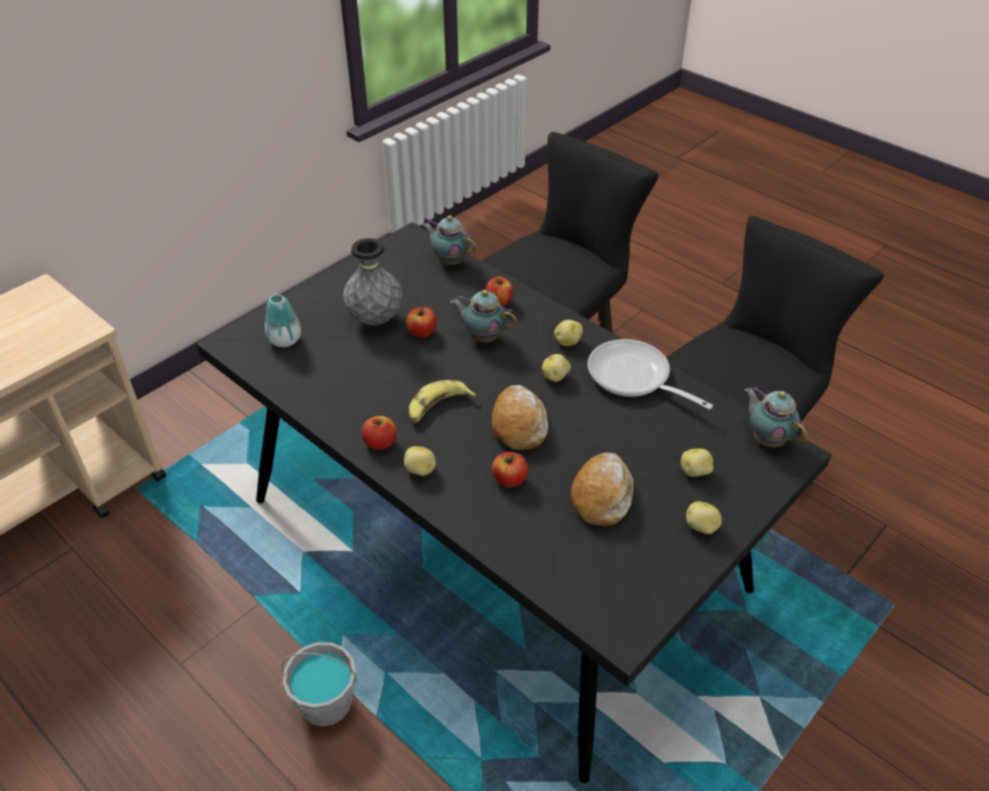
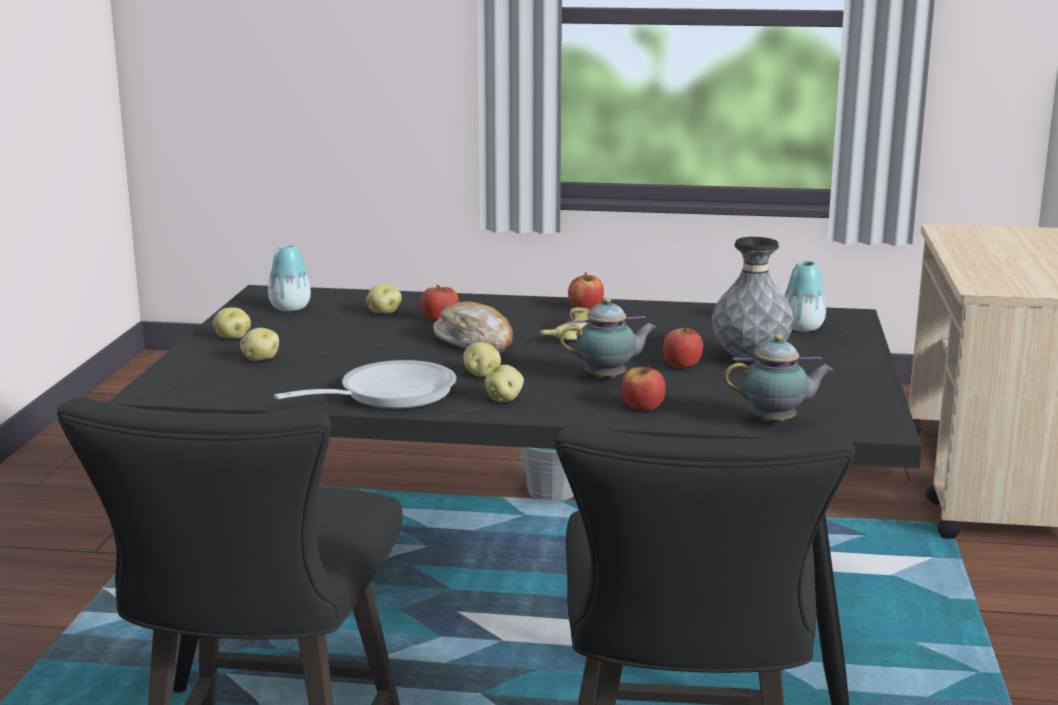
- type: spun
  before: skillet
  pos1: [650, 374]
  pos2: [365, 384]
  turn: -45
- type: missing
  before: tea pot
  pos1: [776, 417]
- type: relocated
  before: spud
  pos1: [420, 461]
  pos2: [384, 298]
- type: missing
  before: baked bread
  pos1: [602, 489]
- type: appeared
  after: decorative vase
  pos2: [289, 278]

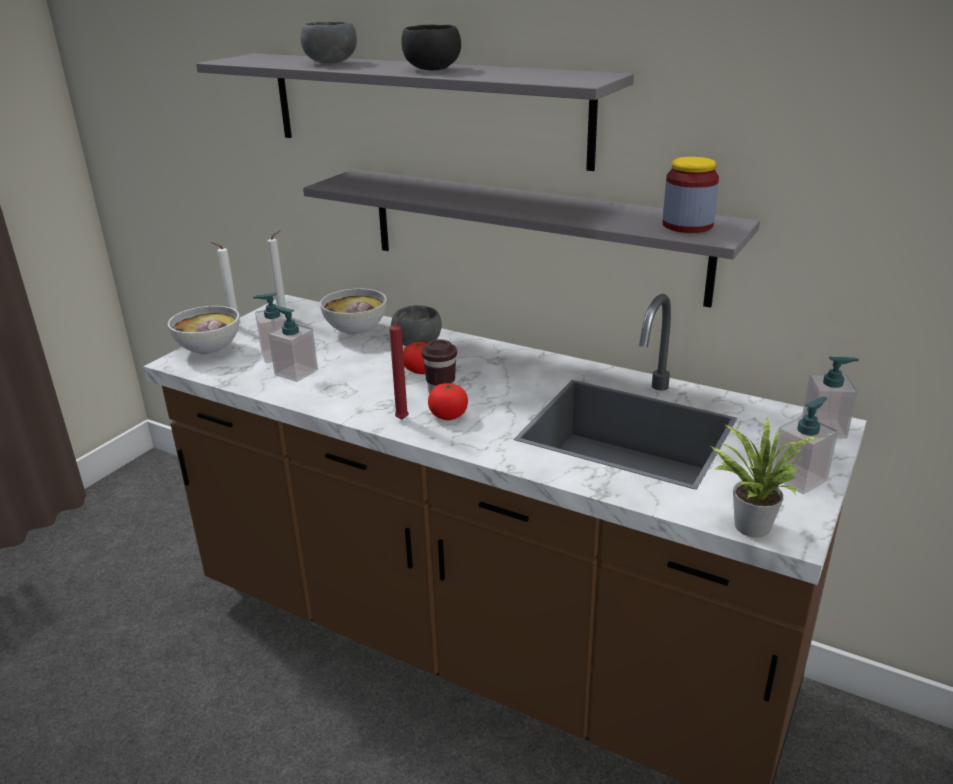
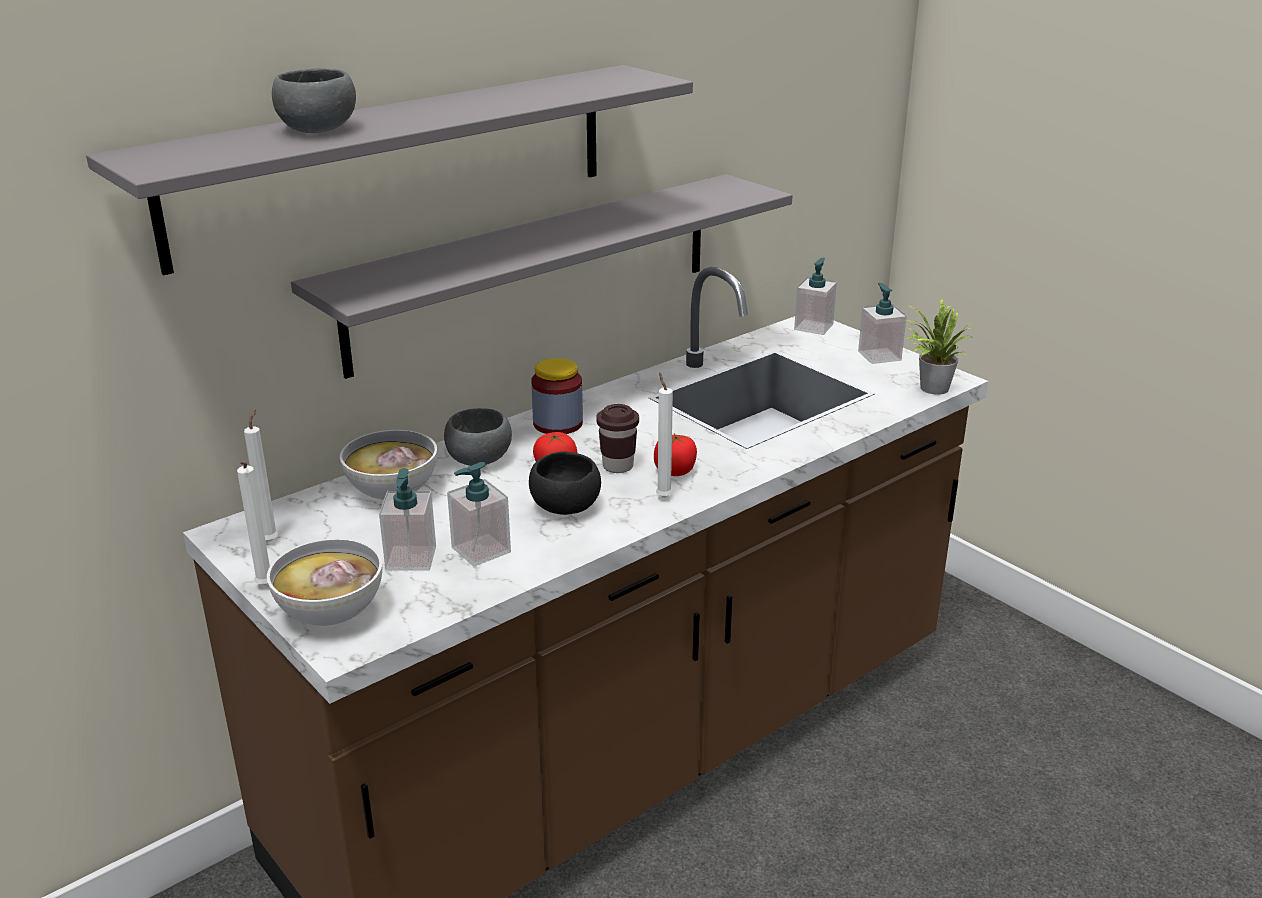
- type: relocated
  before: black-coloured serving bowl
  pos1: [431, 47]
  pos2: [565, 483]
- type: relocated
  before: preserve jar
  pos1: [691, 195]
  pos2: [557, 396]
- type: colour
  before: red-coloured candle
  after: white candle
  pos1: [399, 366]
  pos2: [664, 435]

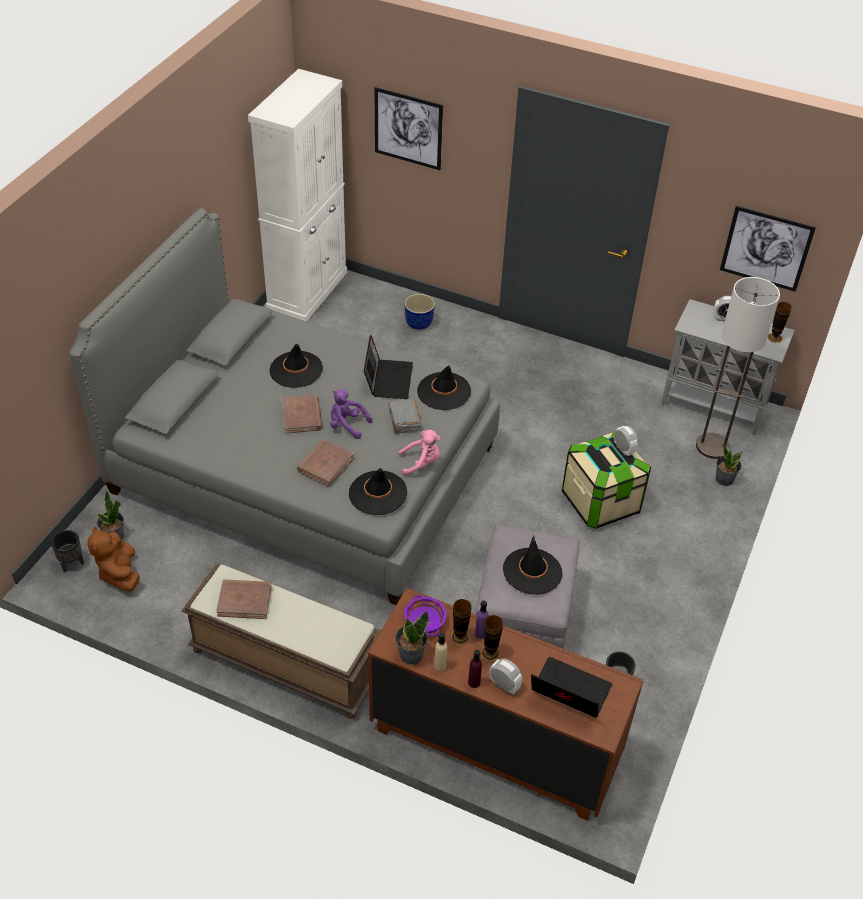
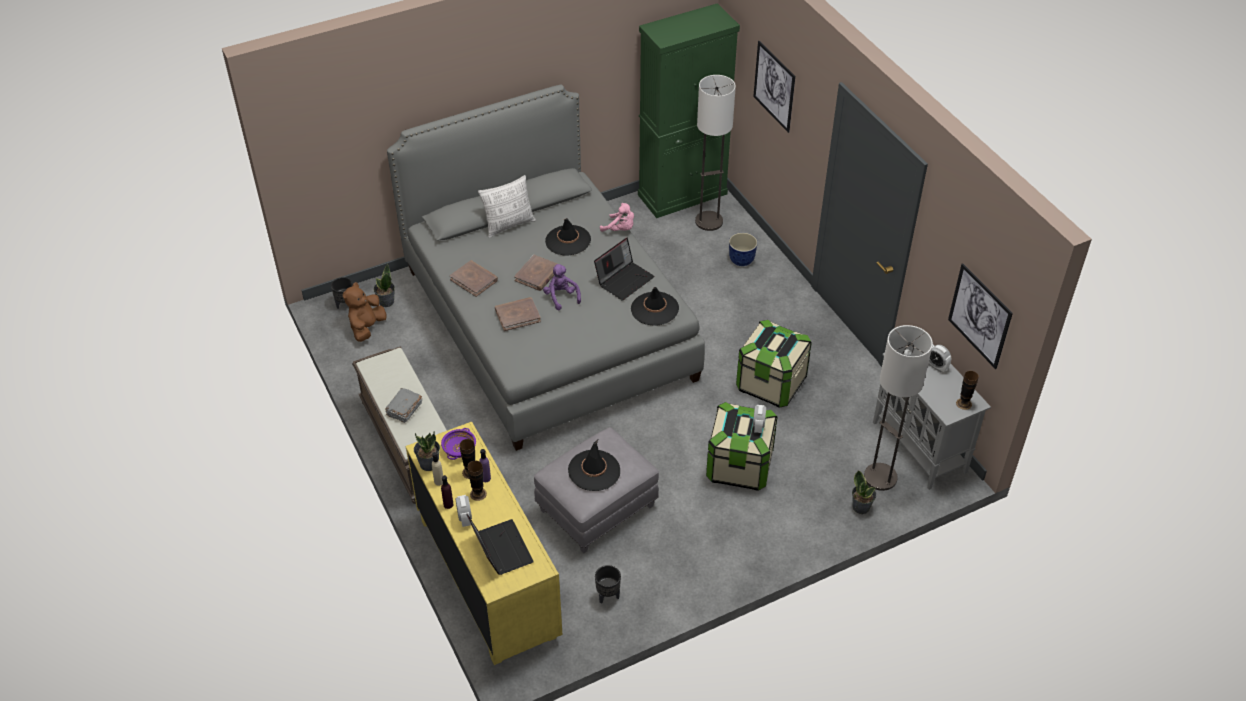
- type: colour
  before: white cupboard
  after: green-coloured cupboard
  pos1: [297, 195]
  pos2: [689, 110]
- type: relocated
  before: grey bound book
  pos1: [405, 416]
  pos2: [404, 405]
- type: relocated
  before: pinkish plush toy
  pos1: [419, 453]
  pos2: [617, 217]
- type: missing
  before: black-coloured wearable hat
  pos1: [378, 491]
- type: relocated
  before: brownish bound book
  pos1: [244, 599]
  pos2: [474, 278]
- type: colour
  before: brownish drawer chest
  after: yellowish drawer chest
  pos1: [506, 704]
  pos2: [484, 543]
- type: appeared
  after: standard lamp
  pos2: [715, 153]
- type: appeared
  after: cushion
  pos2: [507, 206]
- type: appeared
  after: storage container
  pos2: [774, 364]

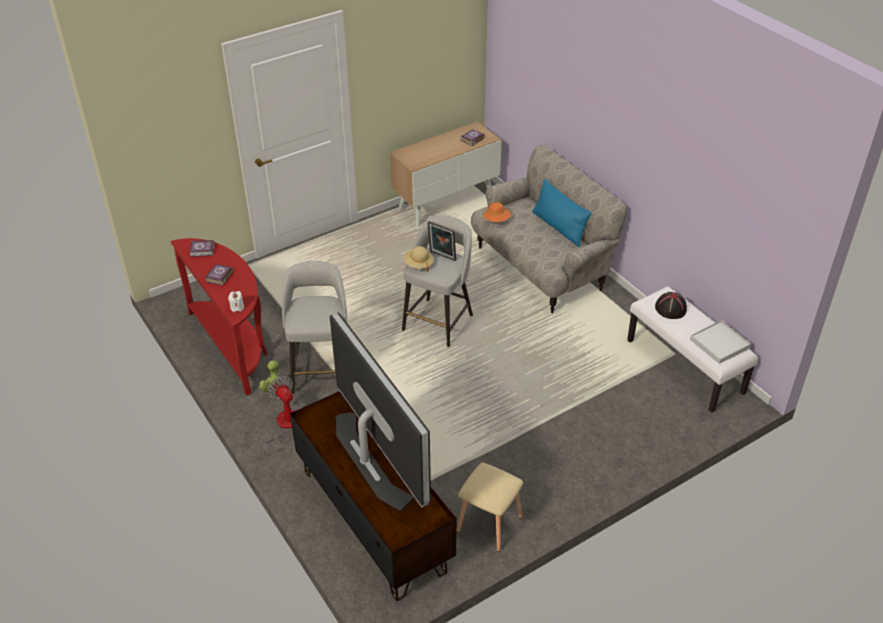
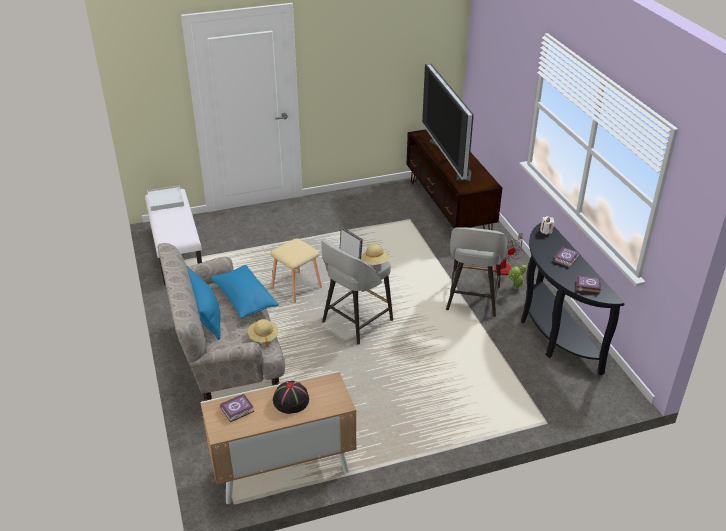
- type: colour
  before: orangey wearable hat
  after: beige-coloured wearable hat
  pos1: [497, 212]
  pos2: [263, 333]
- type: colour
  before: red-coloured narrow table
  after: black-coloured narrow table
  pos1: [219, 317]
  pos2: [573, 298]
- type: relocated
  before: black-coloured wearable hat
  pos1: [671, 305]
  pos2: [291, 397]
- type: relocated
  before: beige-coloured sitting stool
  pos1: [489, 507]
  pos2: [296, 270]
- type: appeared
  after: blue cushion
  pos2: [244, 292]

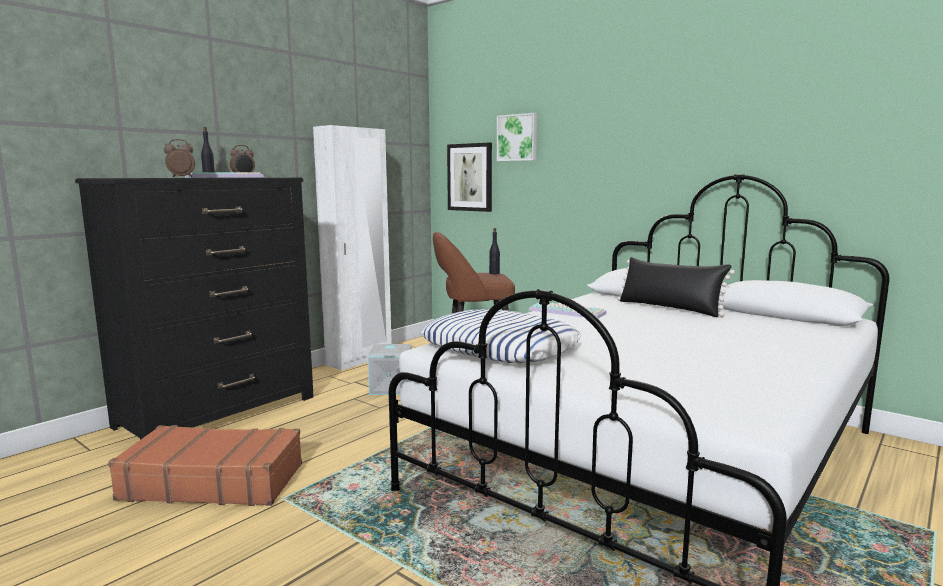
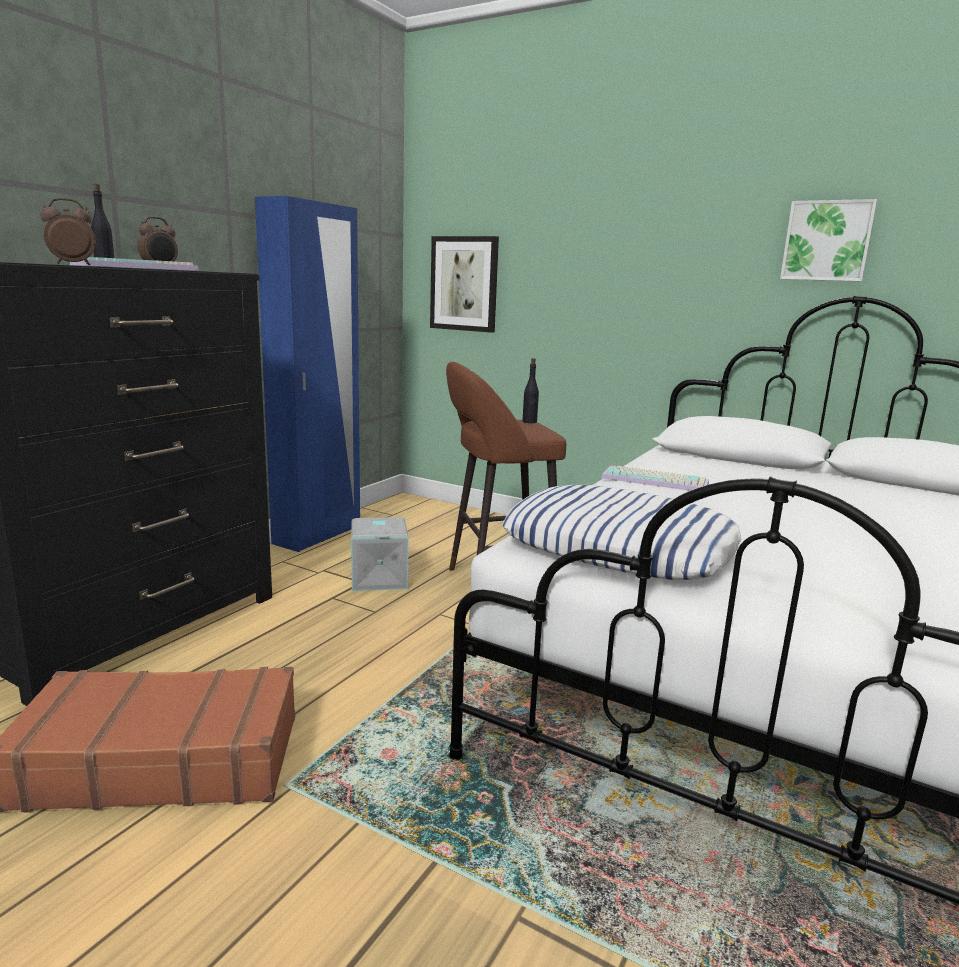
- type: relocated
  before: picture
  pos1: [517, 137]
  pos2: [828, 240]
- type: colour
  before: white wardrobe
  after: blue wardrobe
  pos1: [352, 247]
  pos2: [307, 374]
- type: missing
  before: black-coloured cushion
  pos1: [676, 287]

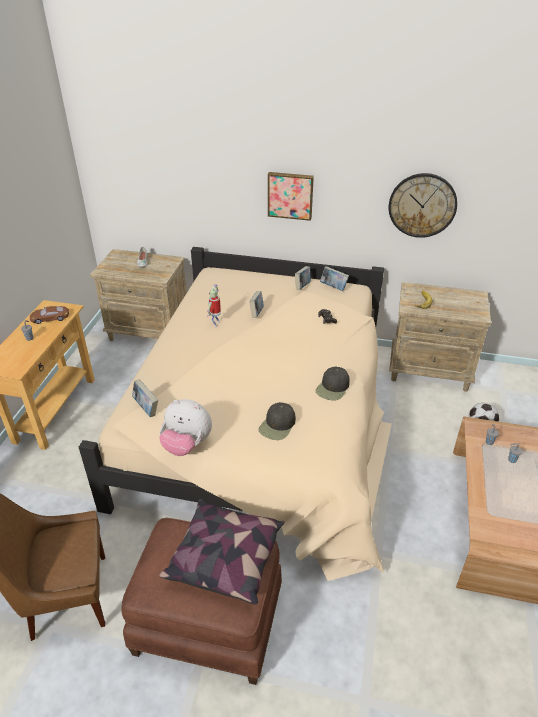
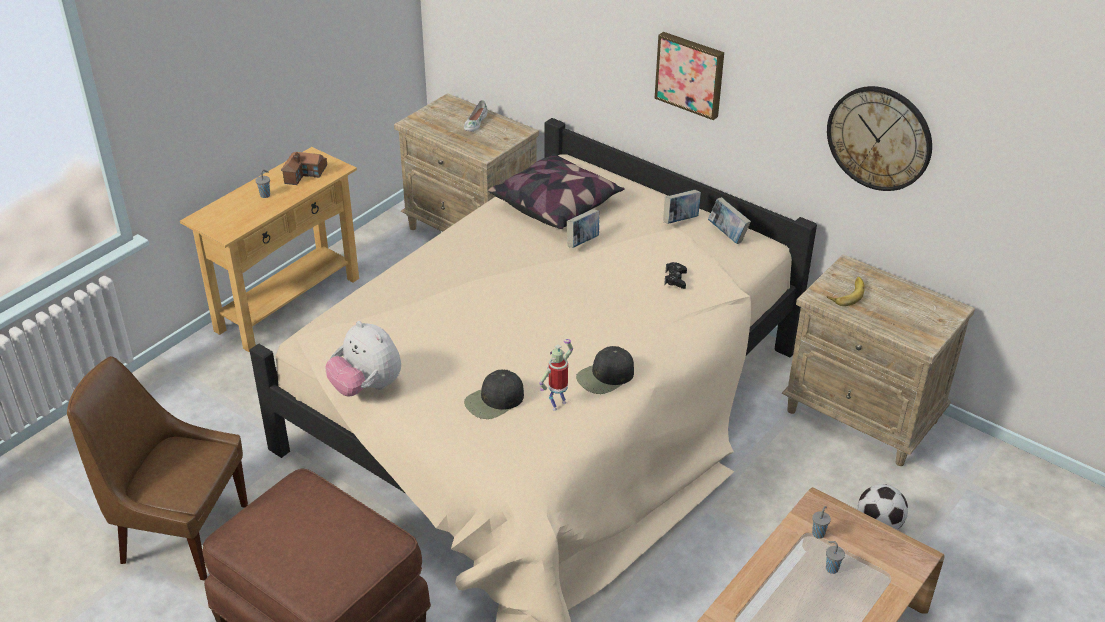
- type: relocated
  before: model robot
  pos1: [214, 305]
  pos2: [556, 375]
- type: exchanged
  before: brownish model car
  after: miniature house
  pos1: [49, 315]
  pos2: [304, 168]
- type: missing
  before: bound book
  pos1: [145, 398]
- type: relocated
  before: cushion
  pos1: [222, 552]
  pos2: [556, 191]

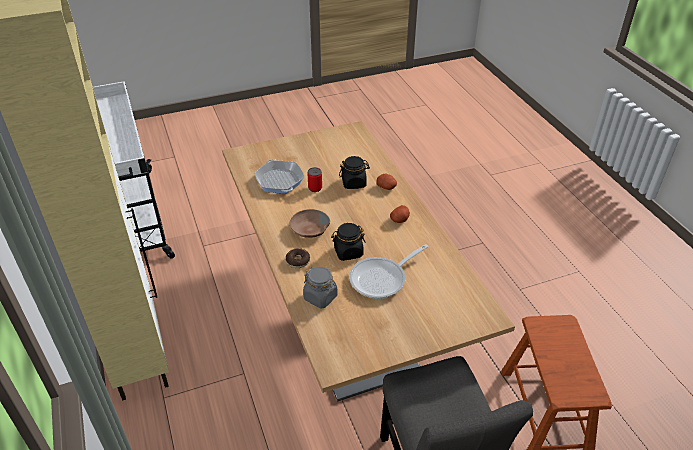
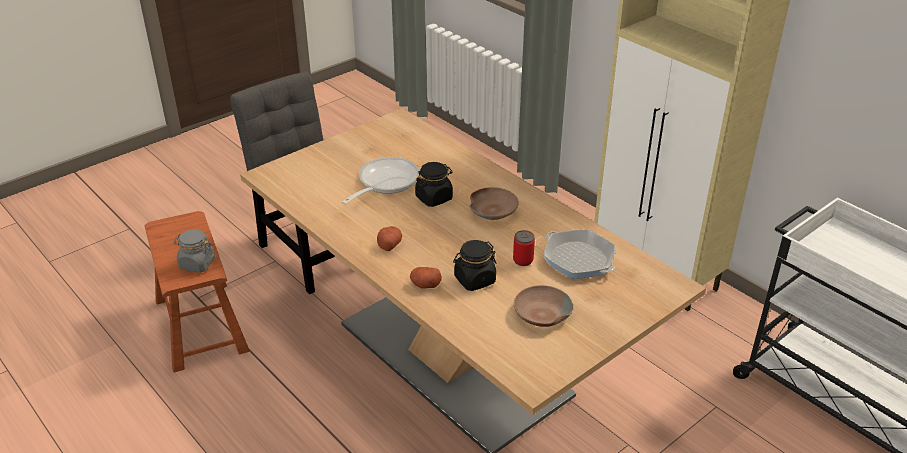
- type: missing
  before: doughnut
  pos1: [298, 258]
- type: relocated
  before: grey preserve jar
  pos1: [320, 287]
  pos2: [194, 251]
- type: appeared
  after: brownish serving bowl
  pos2: [543, 306]

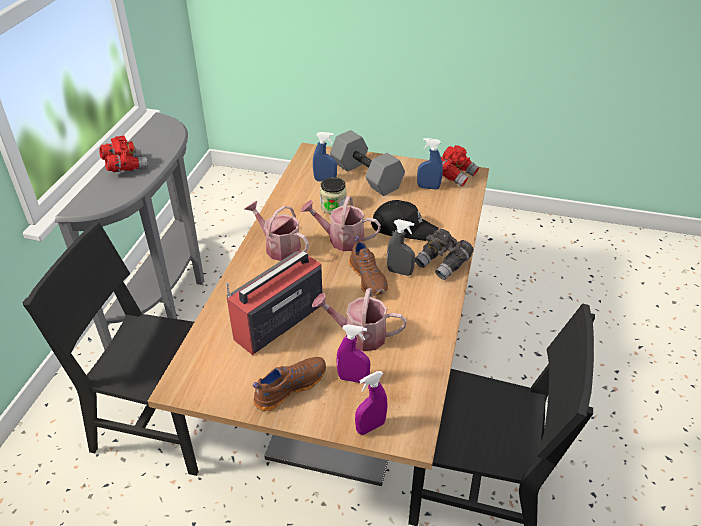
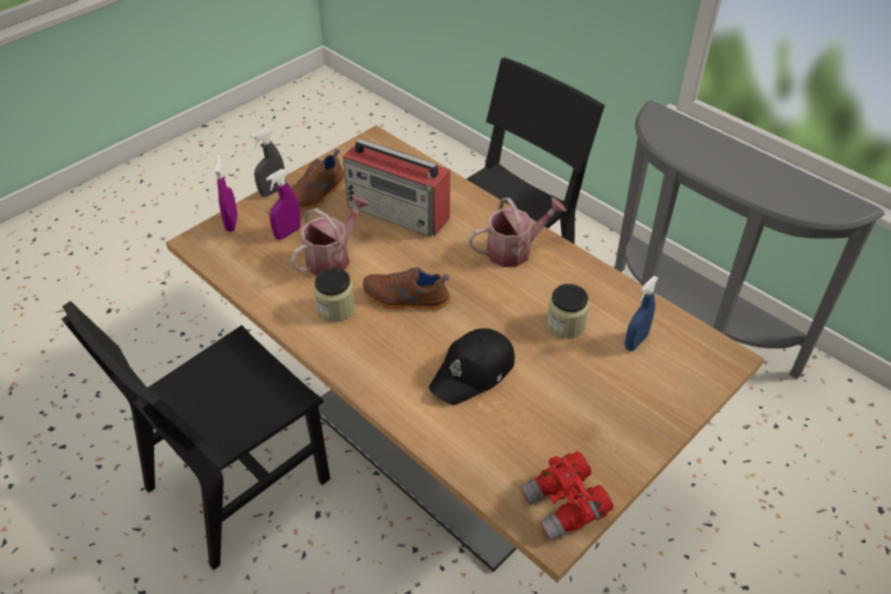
- type: missing
  before: grey free weight
  pos1: [367, 163]
- type: missing
  before: red-coloured pair of binoculars
  pos1: [123, 154]
- type: missing
  before: blue spray bottle
  pos1: [430, 164]
- type: missing
  before: watering pot
  pos1: [341, 223]
- type: relocated
  before: grey spray bottle
  pos1: [401, 247]
  pos2: [268, 163]
- type: missing
  before: grey pair of binoculars
  pos1: [444, 254]
- type: spun
  before: radio
  pos1: [274, 303]
  pos2: [396, 187]
  turn: 135
- type: spun
  before: brownish shoe
  pos1: [289, 384]
  pos2: [318, 179]
  turn: 45
- type: appeared
  after: preserve jar
  pos2: [334, 295]

